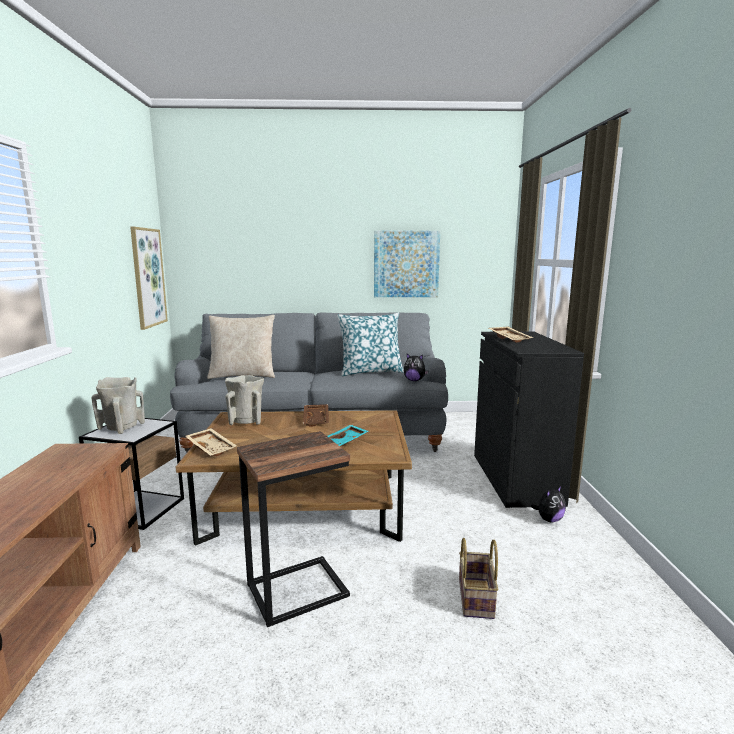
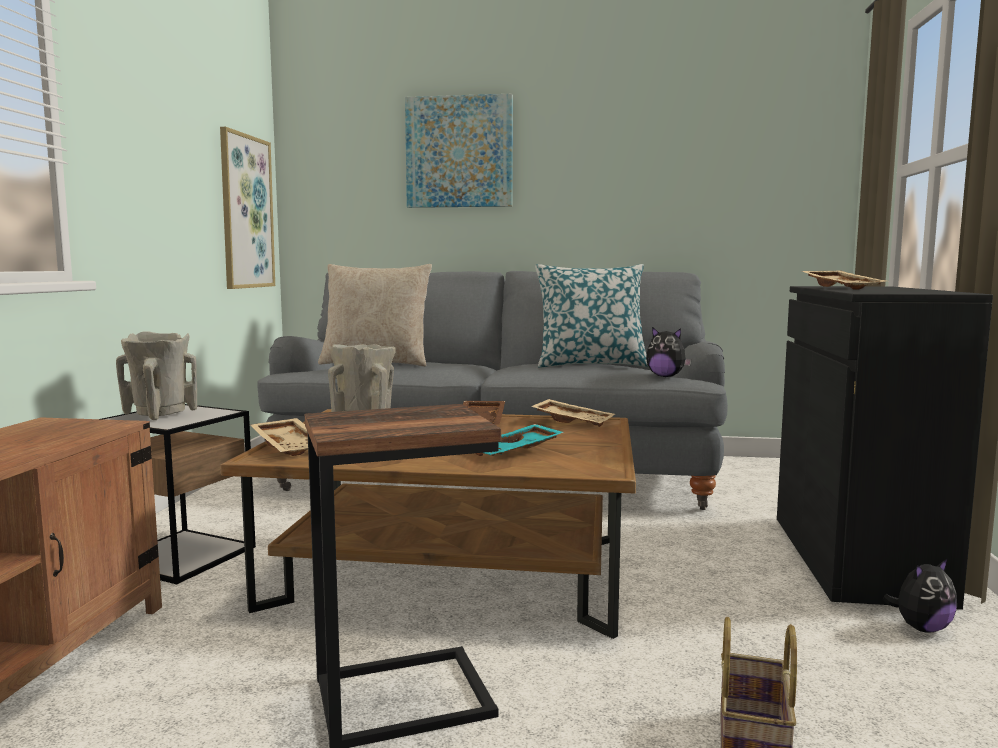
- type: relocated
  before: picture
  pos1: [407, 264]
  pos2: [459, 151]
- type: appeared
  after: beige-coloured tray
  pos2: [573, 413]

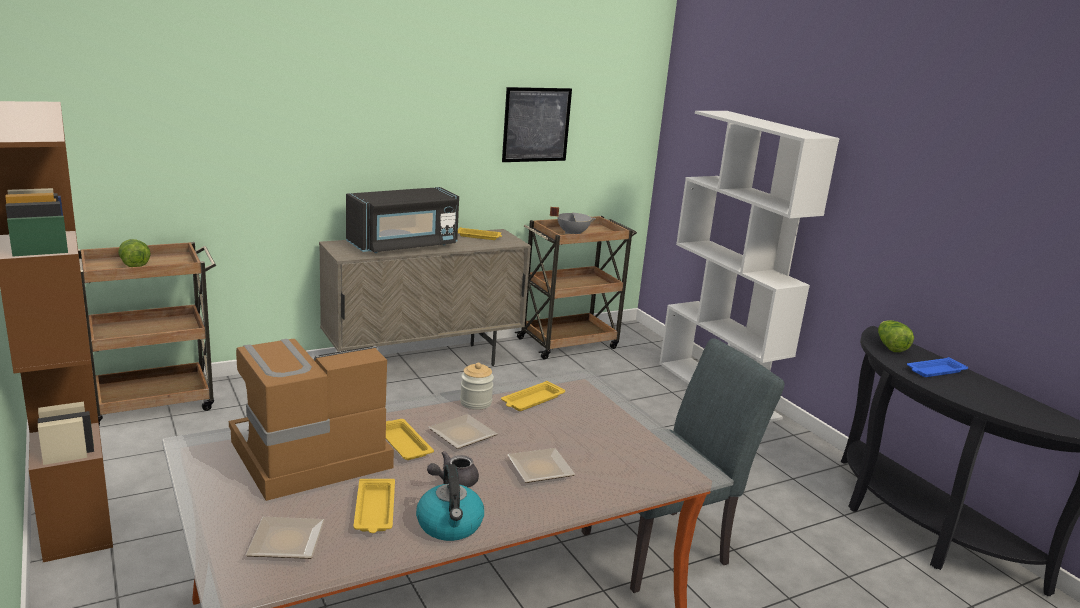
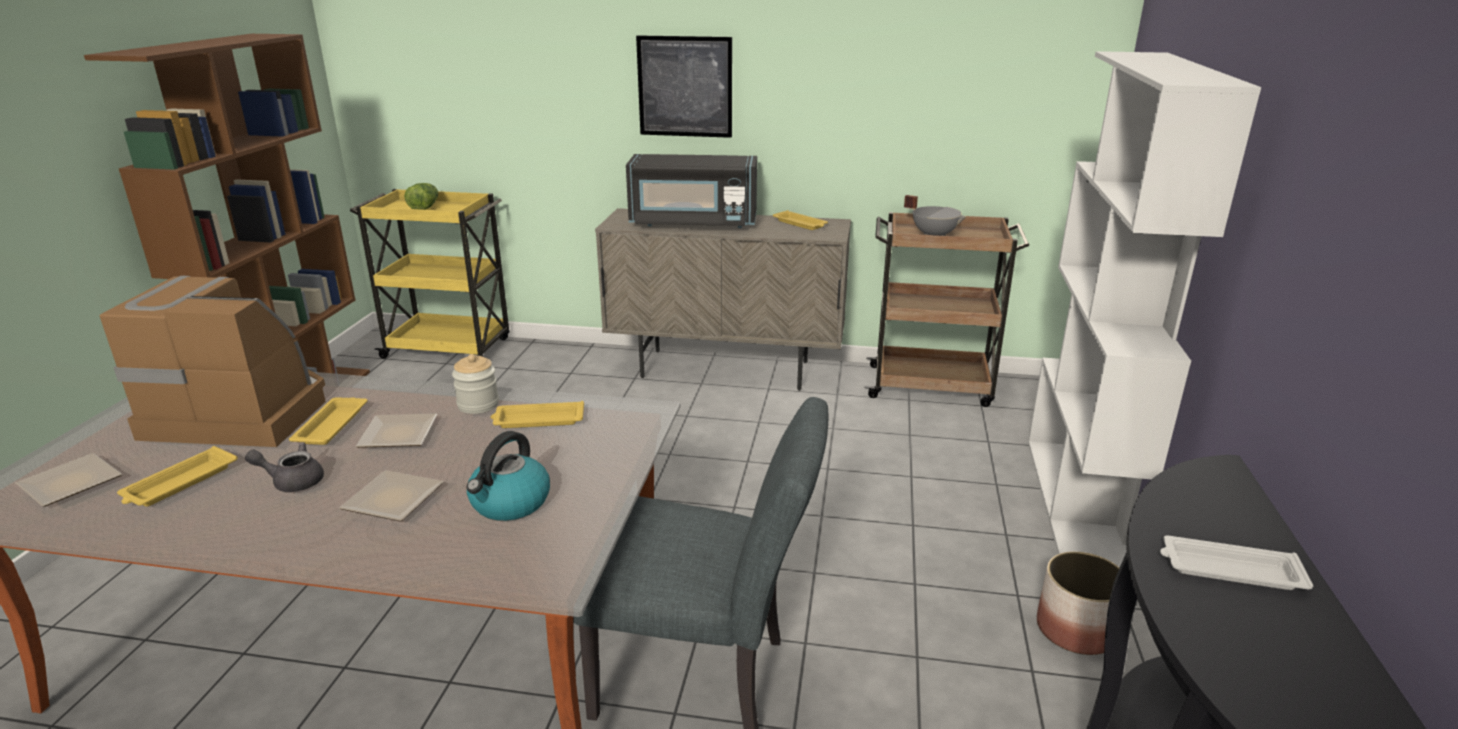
- type: relocated
  before: picture
  pos1: [537, 124]
  pos2: [684, 86]
- type: colour
  before: brownish cart
  after: yellowish cart
  pos1: [147, 333]
  pos2: [430, 274]
- type: missing
  before: lettuce head
  pos1: [896, 336]
- type: colour
  before: blue tray
  after: white tray
  pos1: [937, 367]
  pos2: [1237, 563]
- type: relocated
  before: kettle
  pos1: [450, 502]
  pos2: [508, 476]
- type: appeared
  after: plant pot
  pos2: [1078, 603]

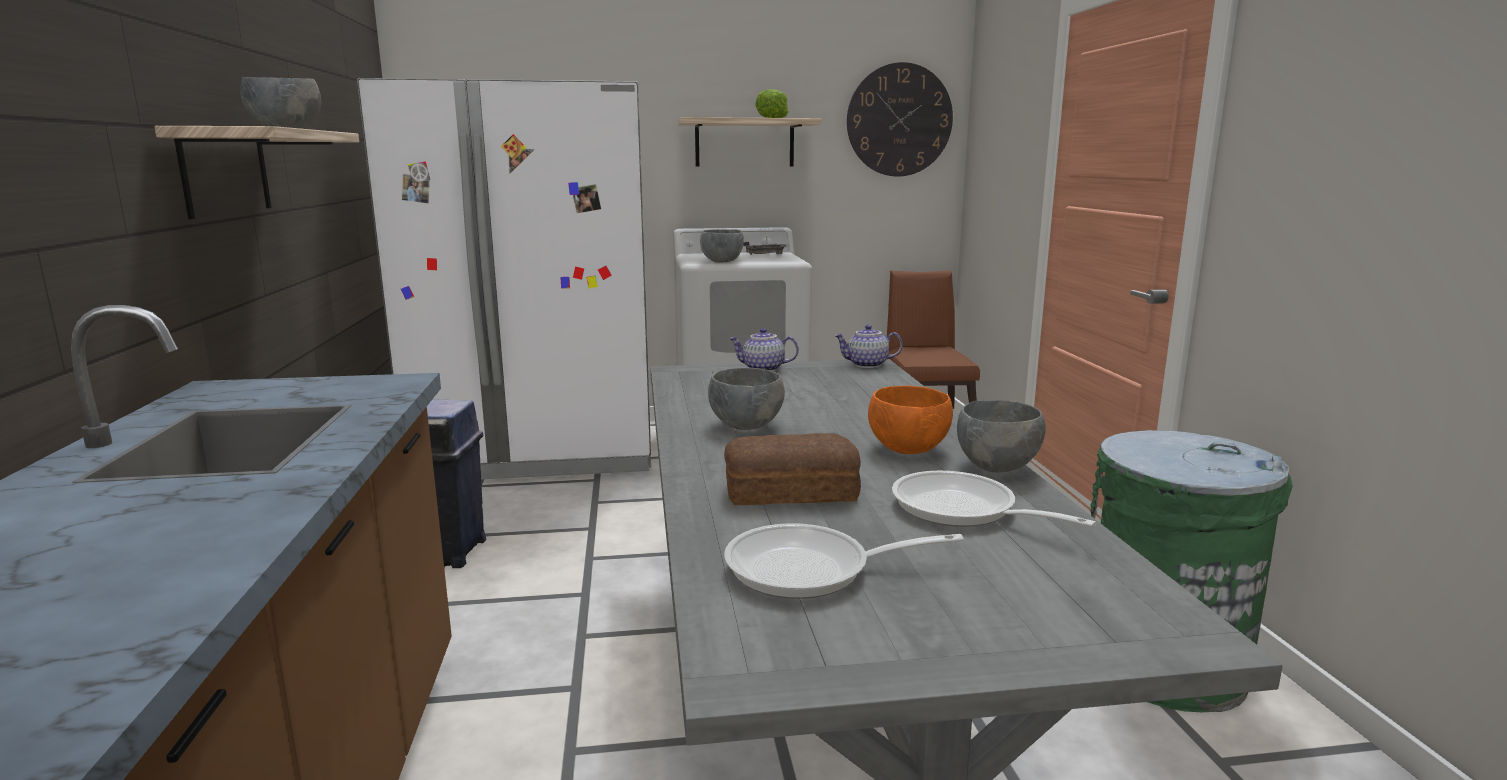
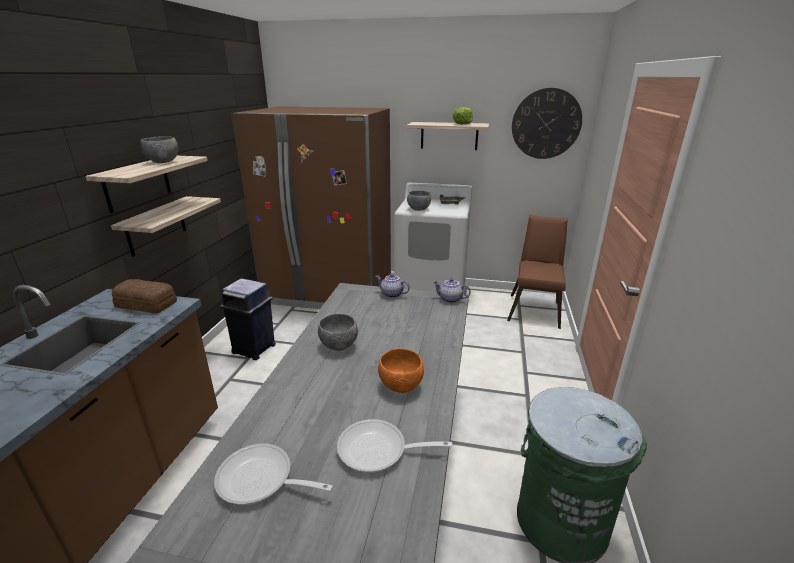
- type: colour
  before: white kitchen fridge
  after: brownish kitchen fridge
  pos1: [504, 278]
  pos2: [311, 208]
- type: missing
  before: grey serving bowl
  pos1: [1001, 436]
- type: relocated
  before: baked bread
  pos1: [792, 469]
  pos2: [144, 296]
- type: spun
  before: skillet
  pos1: [994, 499]
  pos2: [394, 446]
  turn: -60
- type: appeared
  after: shelf
  pos2: [166, 226]

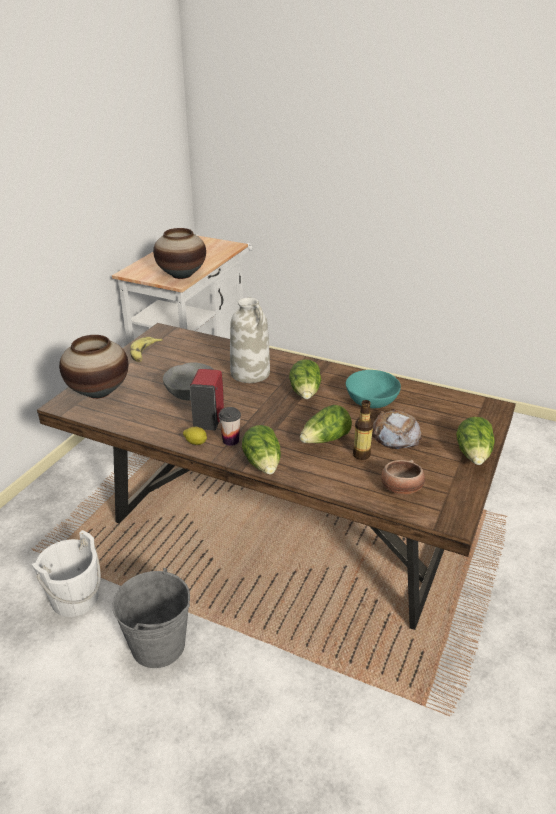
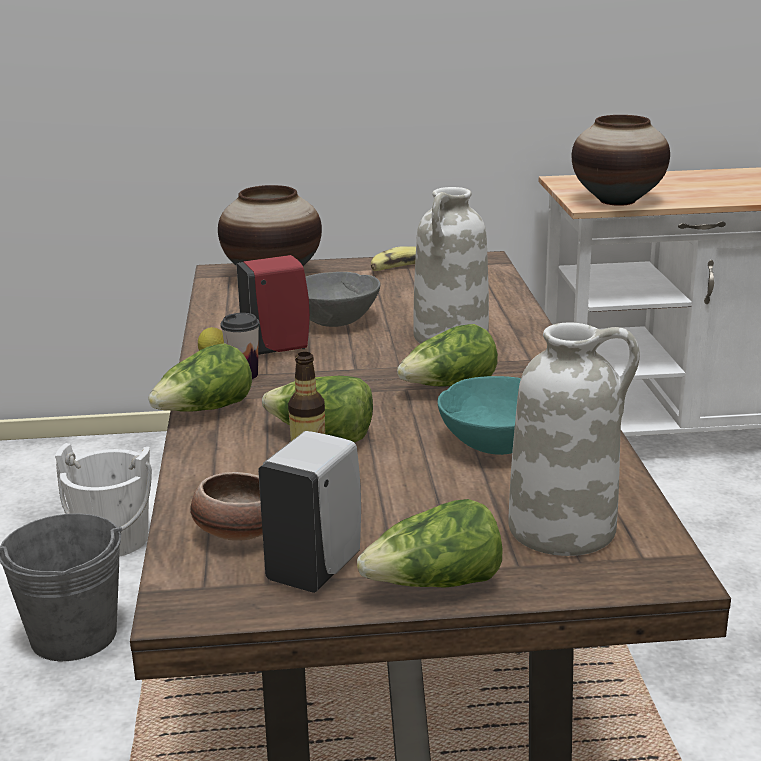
- type: missing
  before: baked bread
  pos1: [397, 429]
- type: appeared
  after: white decorative vase
  pos2: [574, 439]
- type: appeared
  after: white soap dispenser
  pos2: [309, 512]

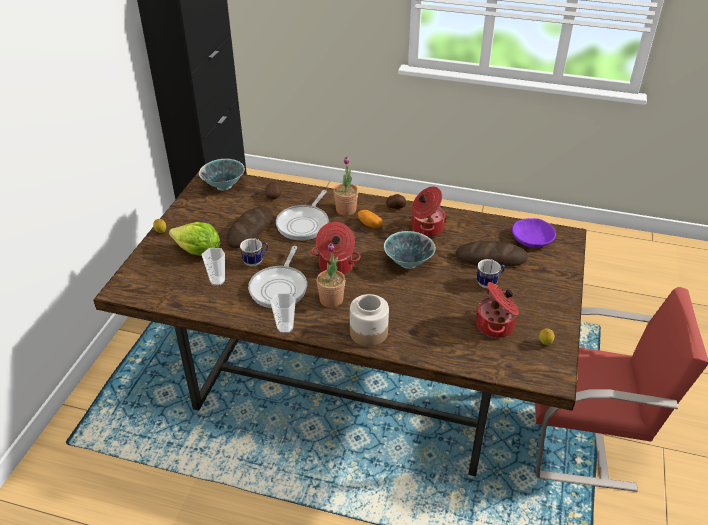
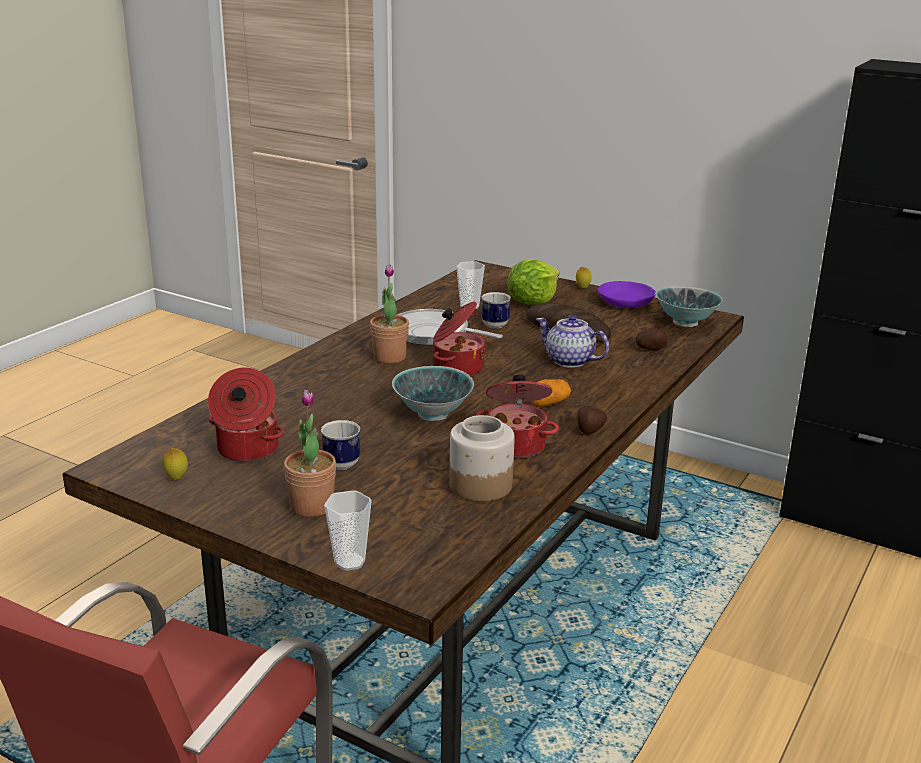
- type: relocated
  before: plant in a pot
  pos1: [346, 186]
  pos2: [310, 453]
- type: exchanged
  before: skillet
  after: tea pot
  pos1: [302, 215]
  pos2: [572, 341]
- type: relocated
  before: purplish serving bowl
  pos1: [534, 233]
  pos2: [627, 294]
- type: missing
  before: baked bread
  pos1: [492, 253]
- type: relocated
  before: small cup
  pos1: [283, 313]
  pos2: [348, 530]
- type: relocated
  before: preserve jar
  pos1: [369, 320]
  pos2: [482, 458]

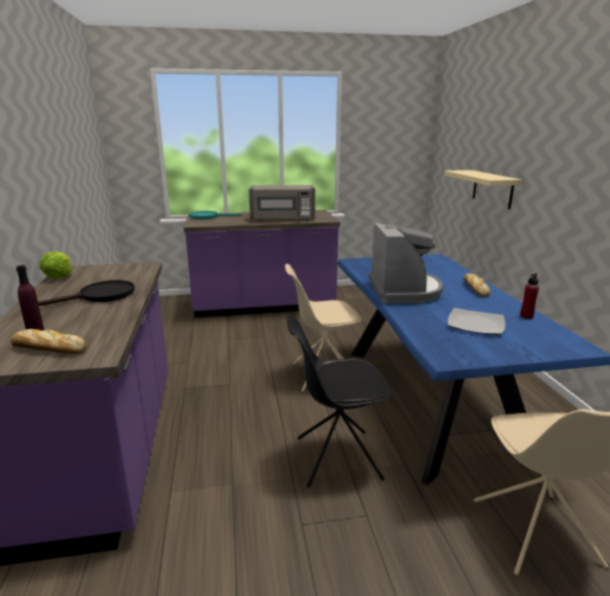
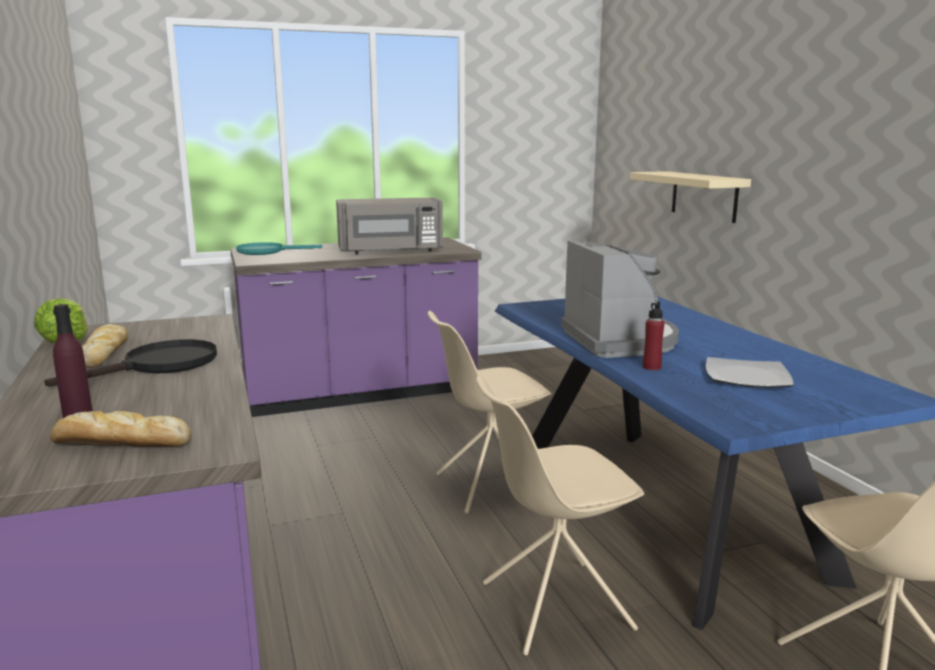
- type: relocated
  before: baked bread
  pos1: [476, 285]
  pos2: [105, 346]
- type: relocated
  before: red-coloured bottle
  pos1: [529, 296]
  pos2: [653, 335]
- type: colour
  before: black-coloured chair
  after: beige-coloured chair
  pos1: [339, 401]
  pos2: [560, 516]

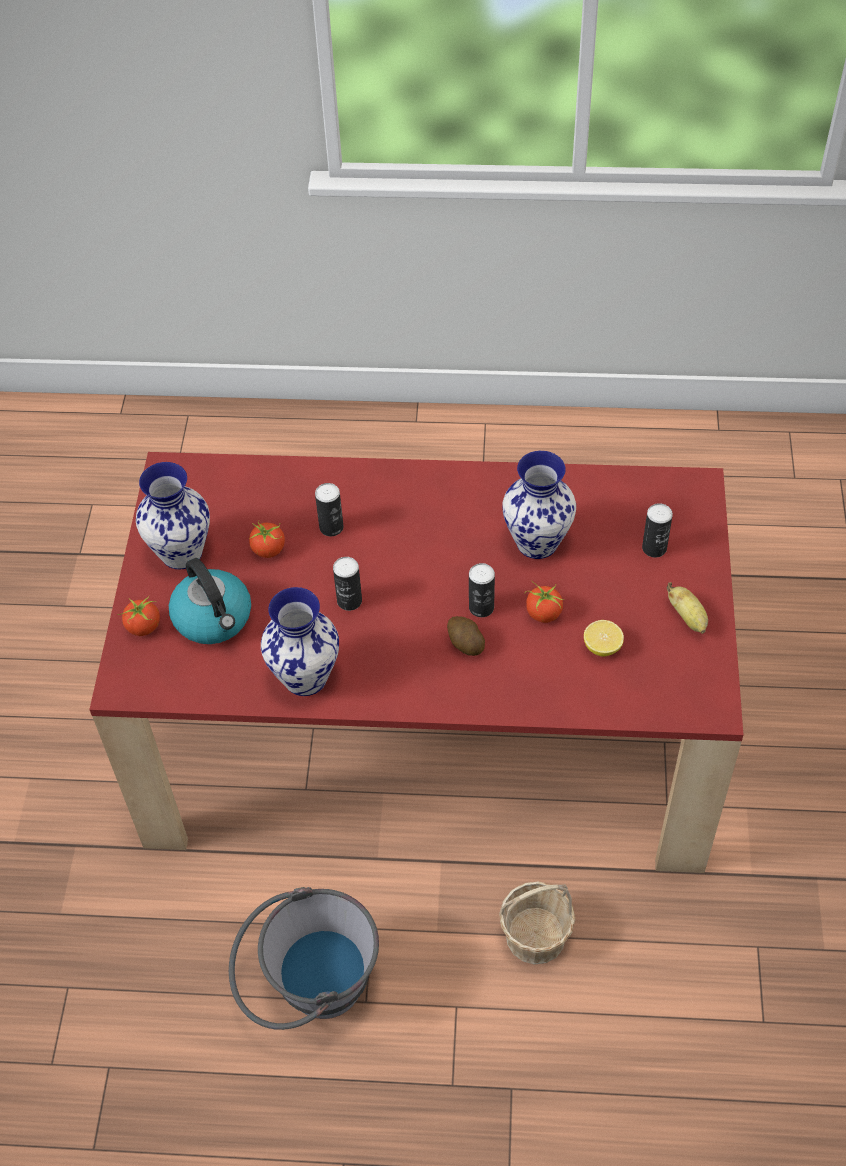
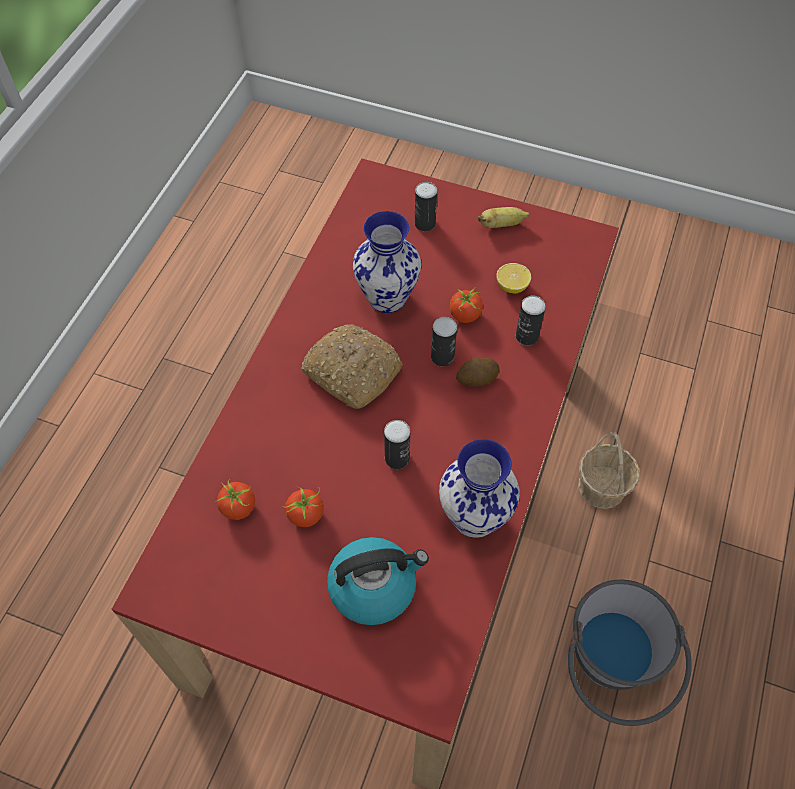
- type: missing
  before: decorative vase
  pos1: [173, 516]
- type: relocated
  before: can
  pos1: [329, 509]
  pos2: [531, 320]
- type: relocated
  before: whole tomato
  pos1: [138, 616]
  pos2: [235, 499]
- type: appeared
  after: baked bread
  pos2: [352, 366]

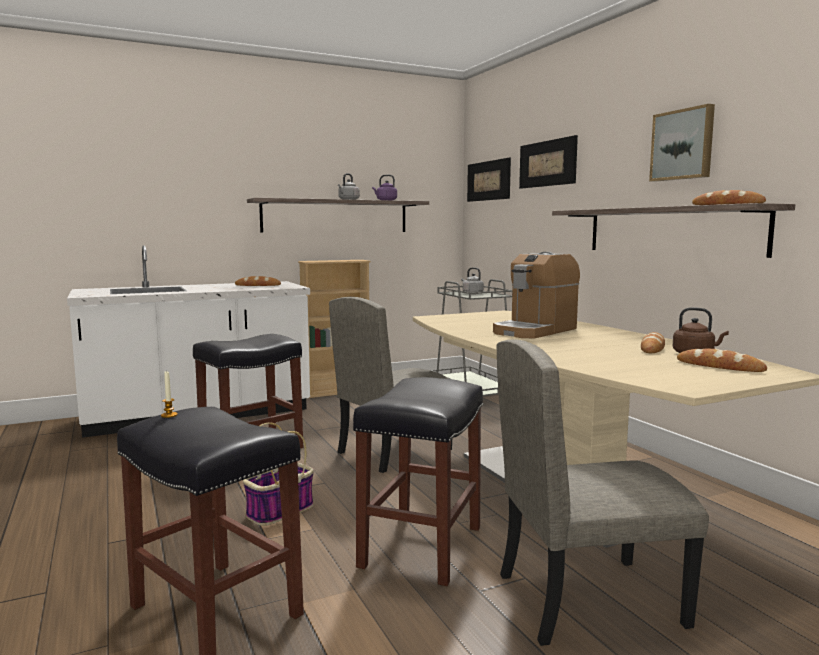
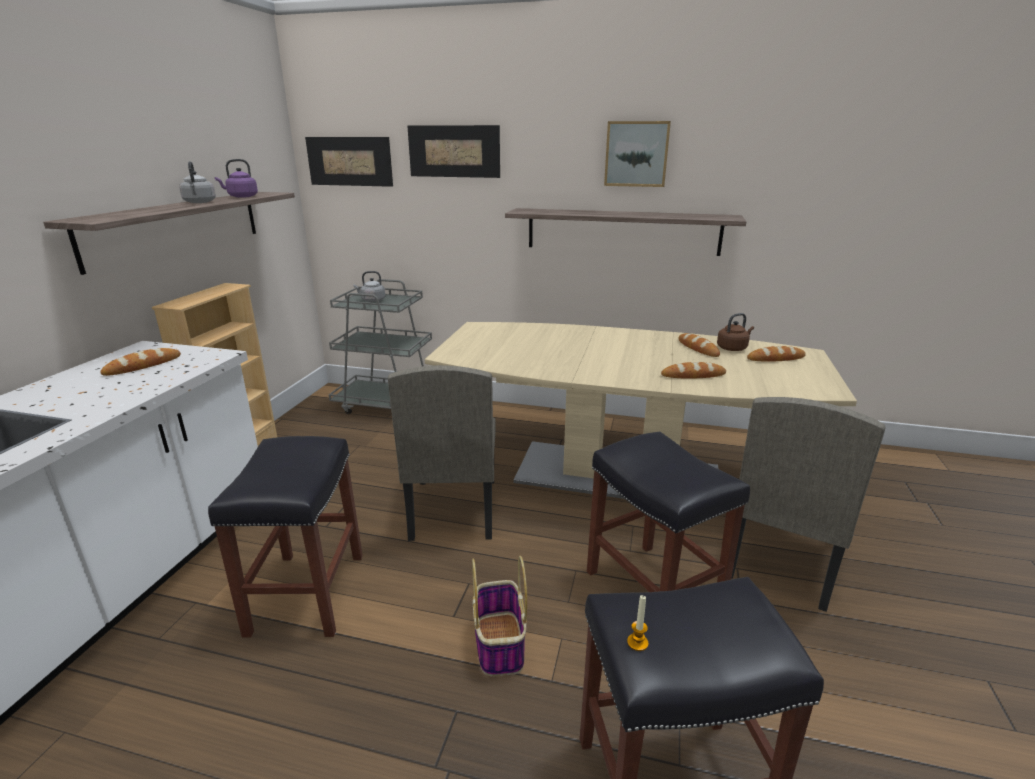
- type: relocated
  before: baked bread
  pos1: [729, 197]
  pos2: [693, 370]
- type: missing
  before: coffee maker
  pos1: [536, 295]

